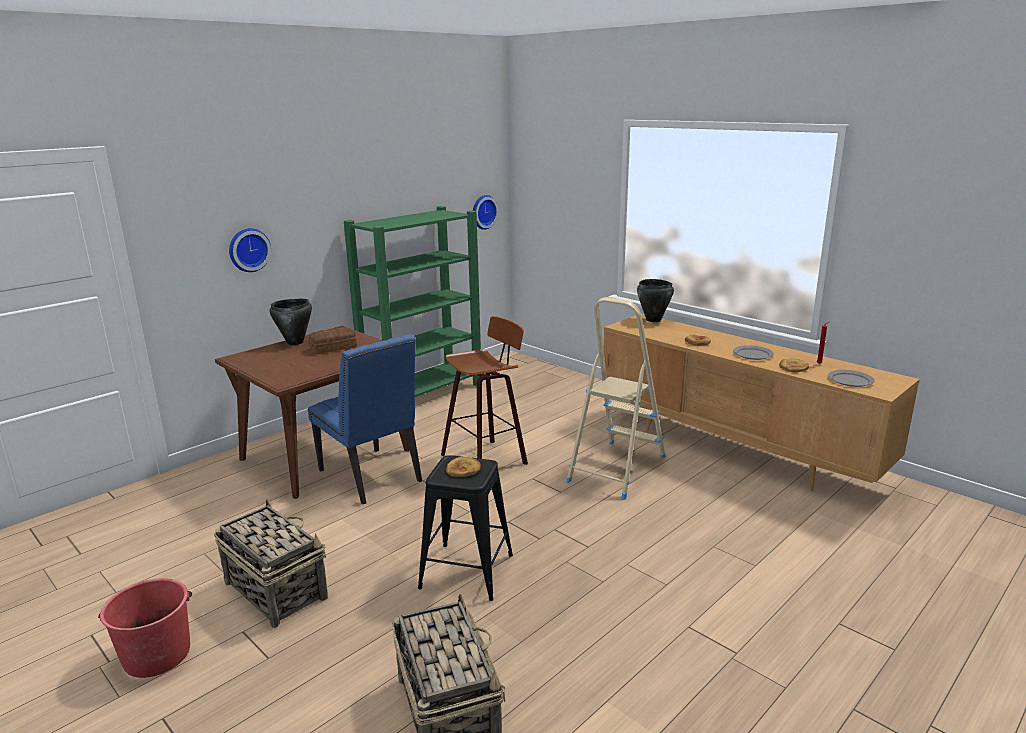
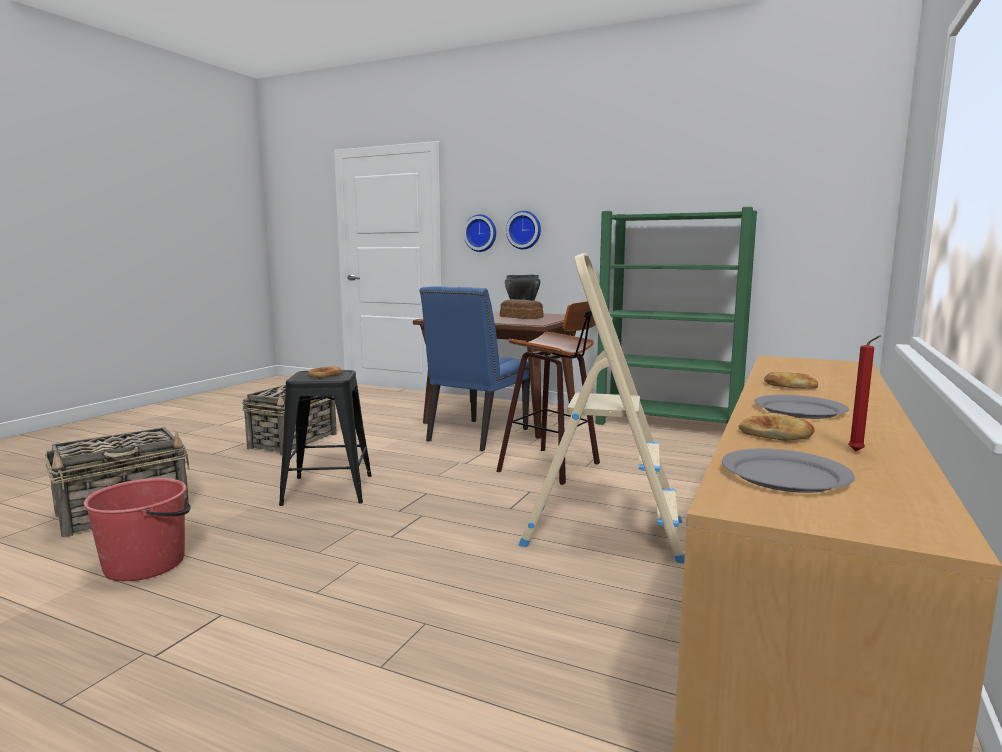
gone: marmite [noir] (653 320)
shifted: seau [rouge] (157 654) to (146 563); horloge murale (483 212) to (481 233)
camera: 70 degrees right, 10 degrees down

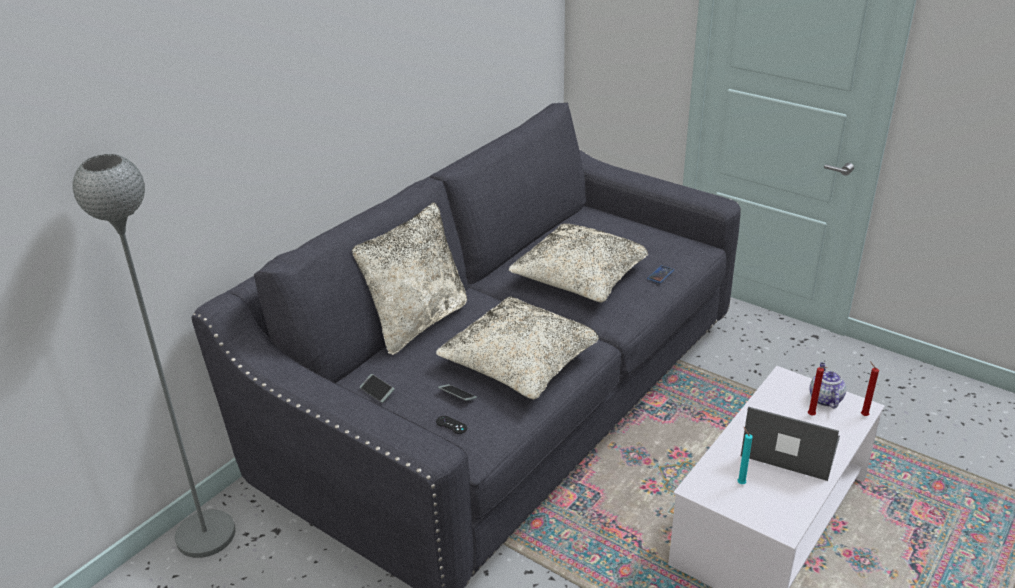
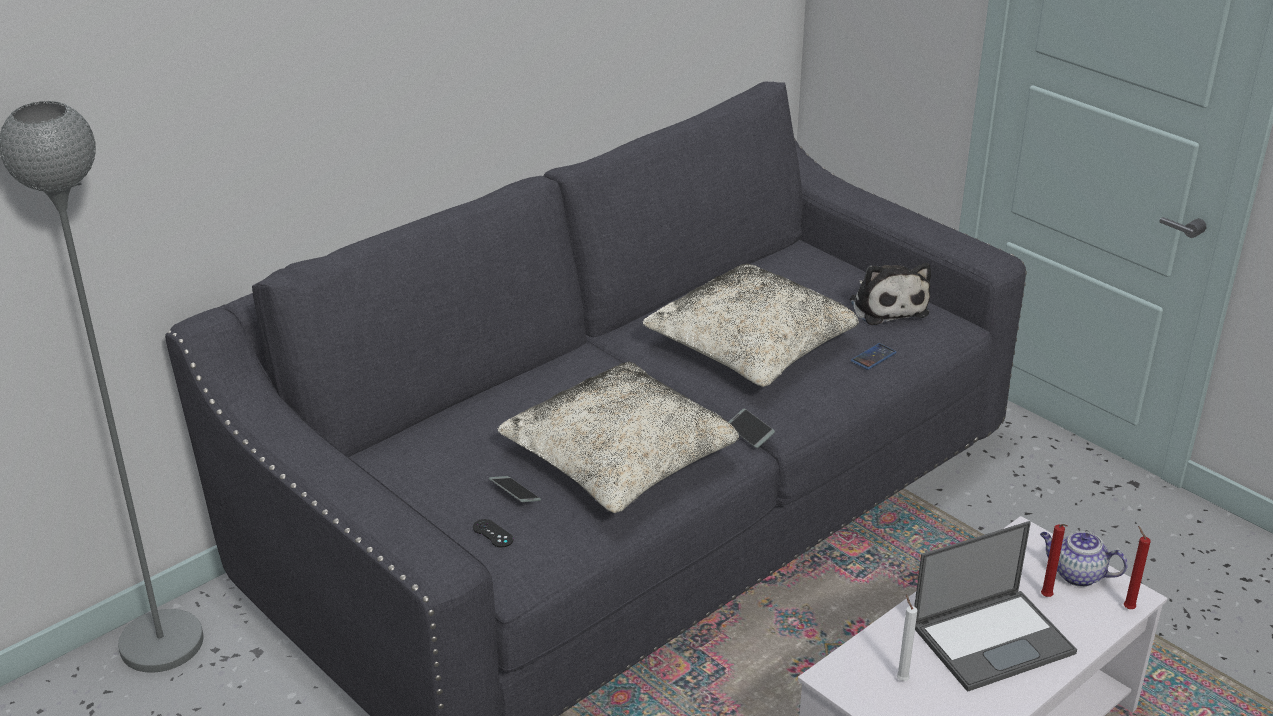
gone: coussin [beige] (419 324)
new: peluche (887 306)
shifted: téléphone (377 391) to (750 433)
repainted: bougie [turquoise] (740 483) to bougie [blanc] (901 678)
rotated: ordinateur portable (788 447) = (993 638) 120 degrees clockwise; théière (824 398) = (1076 575) 75 degrees counterclockwise
camera: 10 degrees right, 0 degrees up

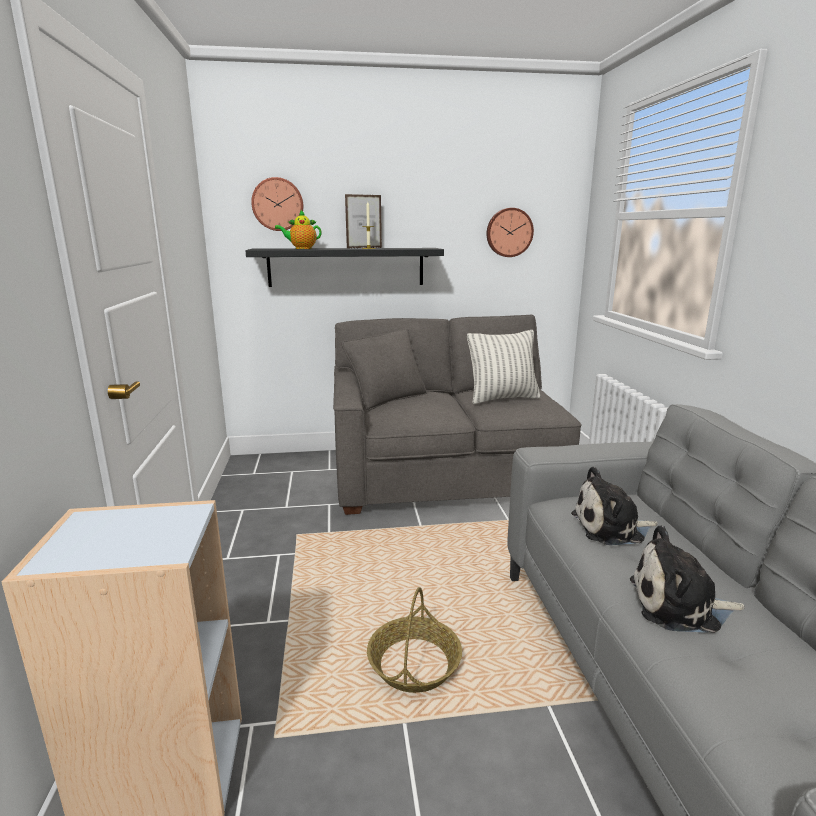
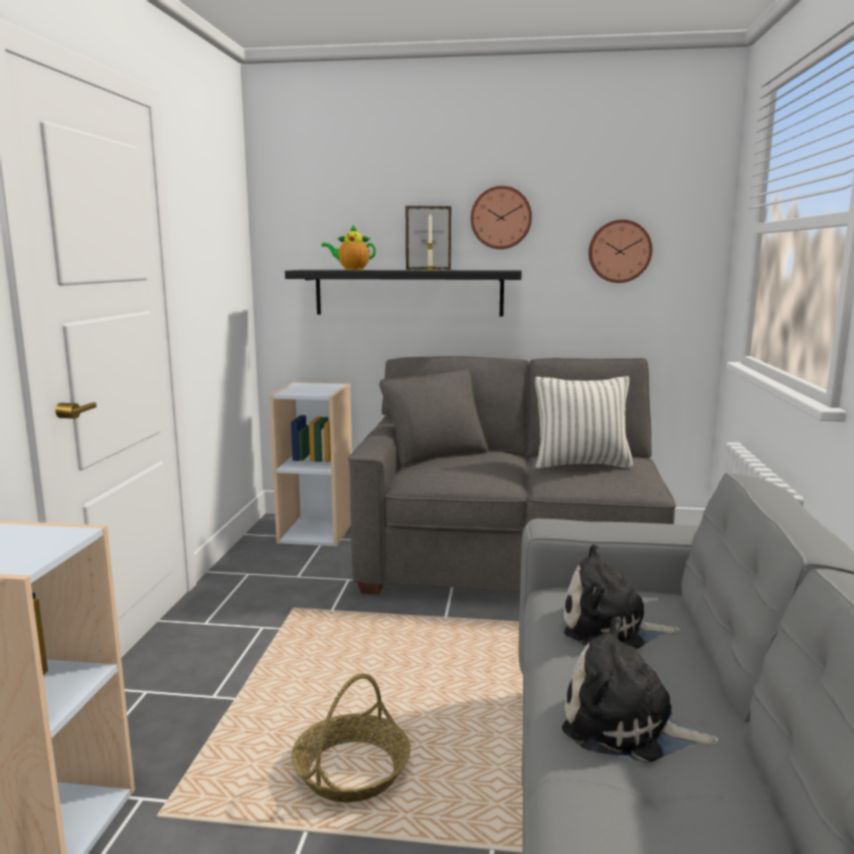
new: bibliothèque (317 531)
shifted: horloge murale (278 204) to (501 218)
camera: 15 degrees right, 5 degrees down

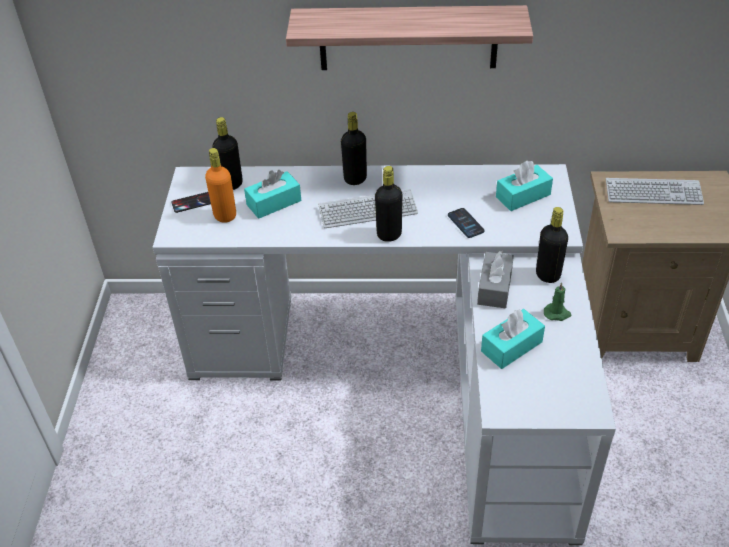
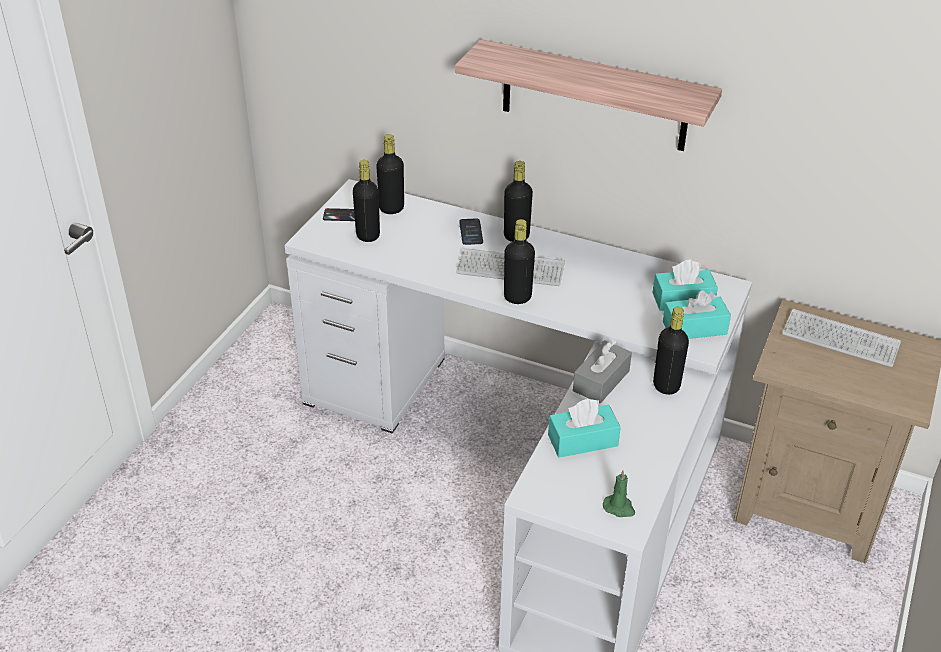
shifted: téléphone (465 223) to (471 232); bougie [vert] (557 313) to (619 508); boîte à mouchoirs [turquoise] (274 203) to (694 328)
repainted: bouteille [orange] (225 216) to bouteille [noir] (368 235)
camera: 20 degrees right, 5 degrees down

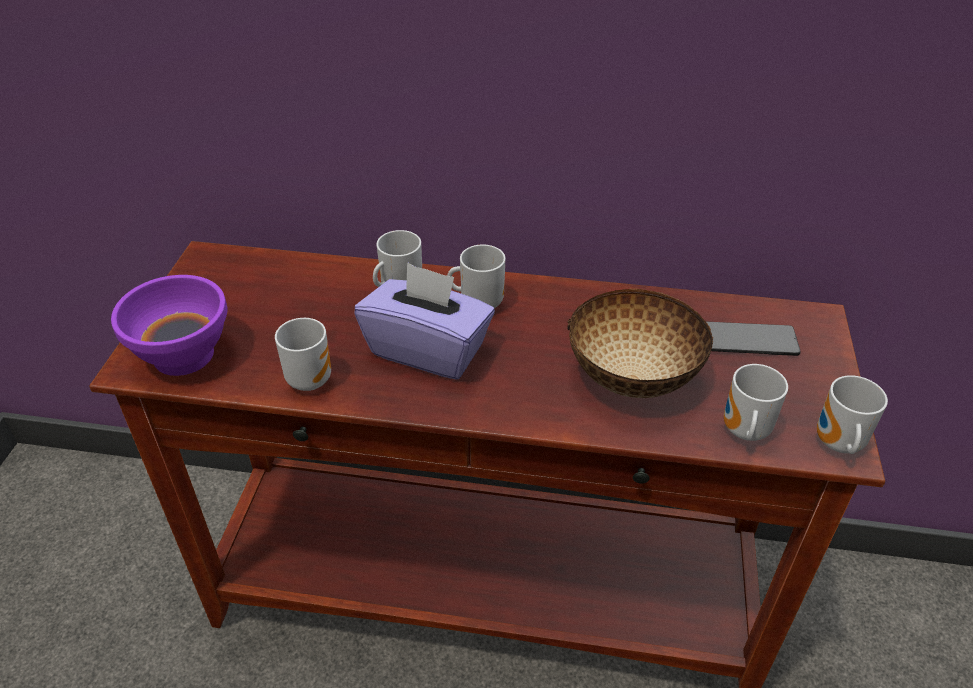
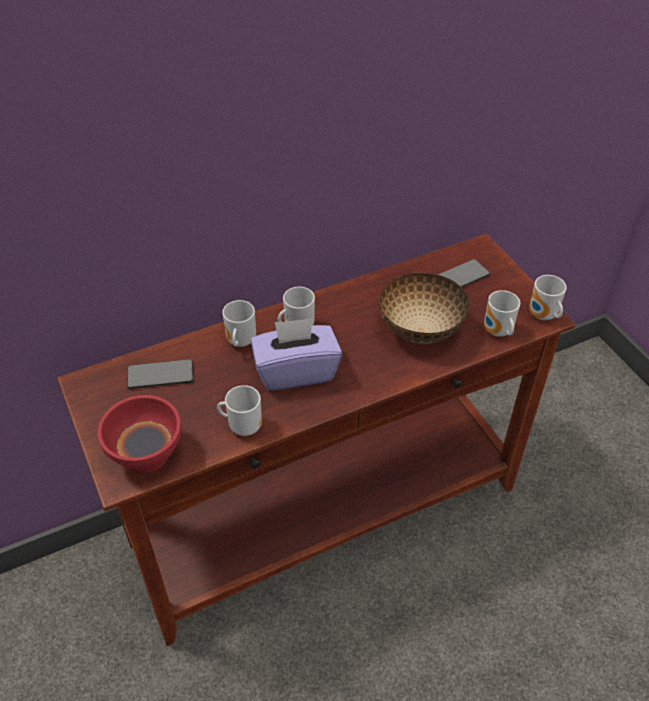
new: téléphone (160 375)
repainted: bol [violet] (182 355) to bol [rouge] (145 455)
camera: 35 degrees left, 5 degrees up

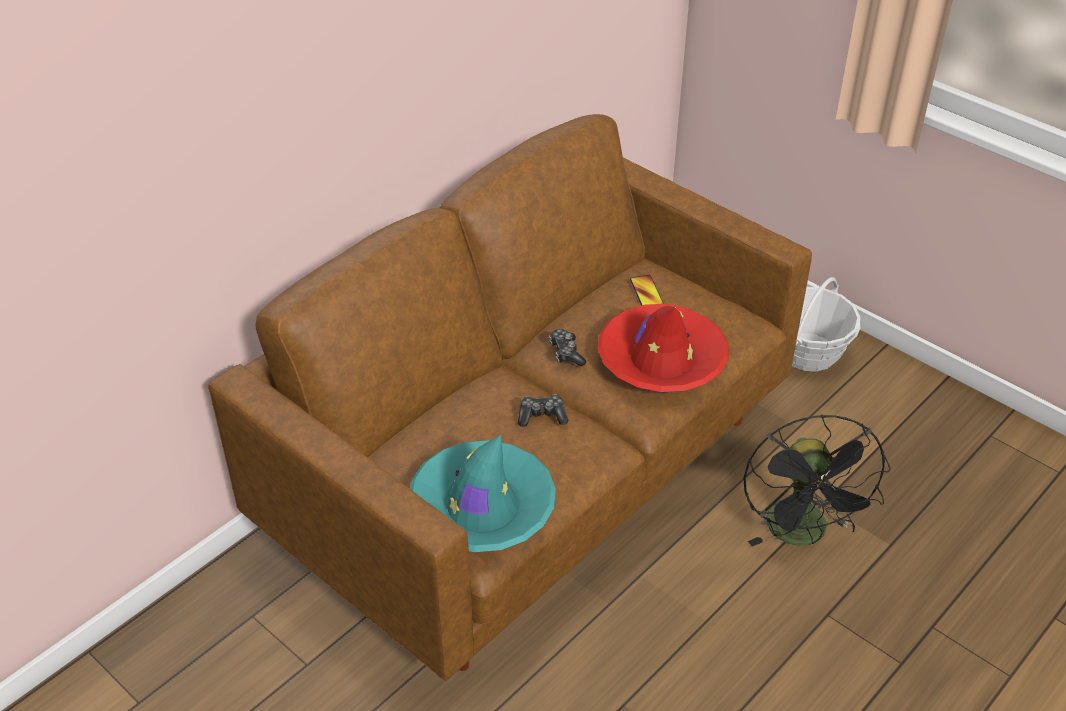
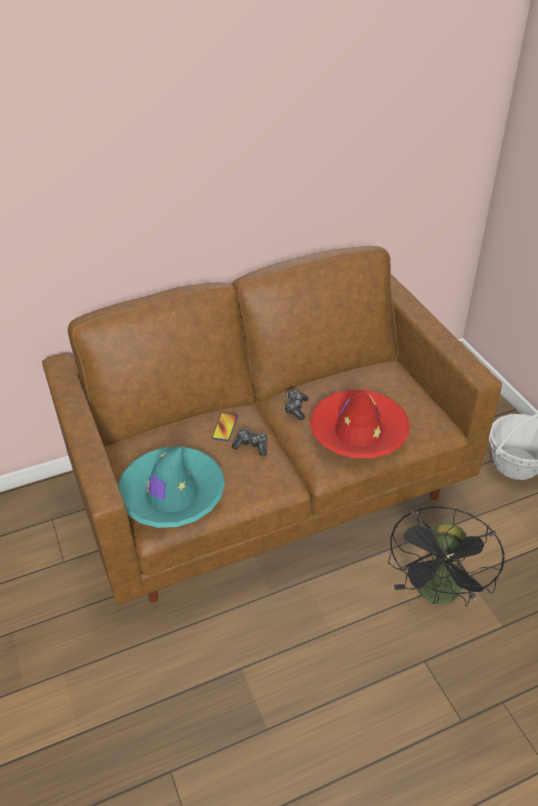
shifted: téléphone (646 292) to (225 427)
camera: 25 degrees right, 0 degrees up

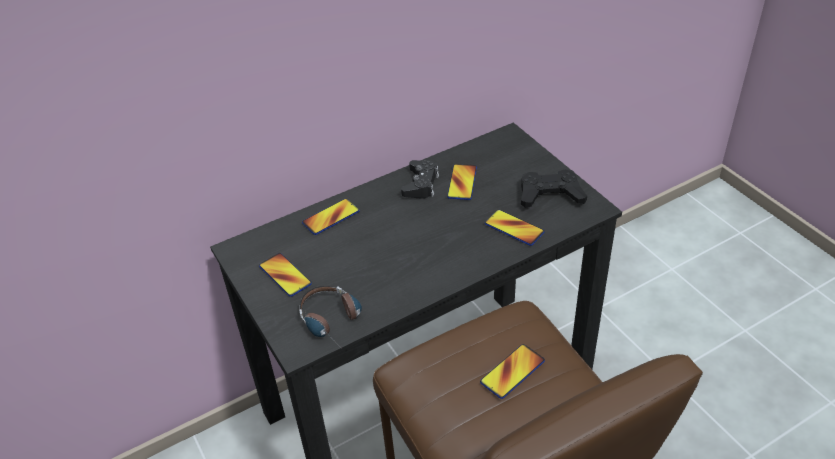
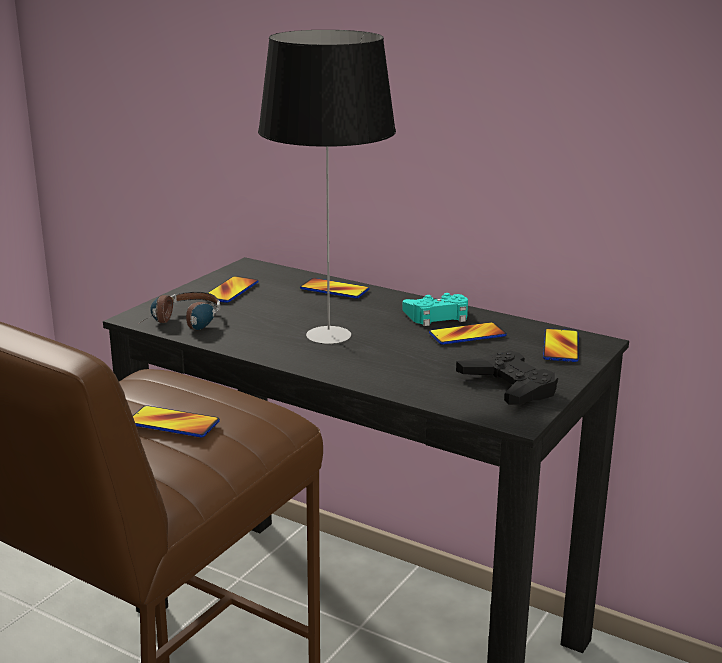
new: lampe de table (329 334)
shifted: téléphone (514 228) to (561 347)
repainted: manette [noir] (421 184) to manette [turquoise] (438 316)
camera: 60 degrees right, 20 degrees down

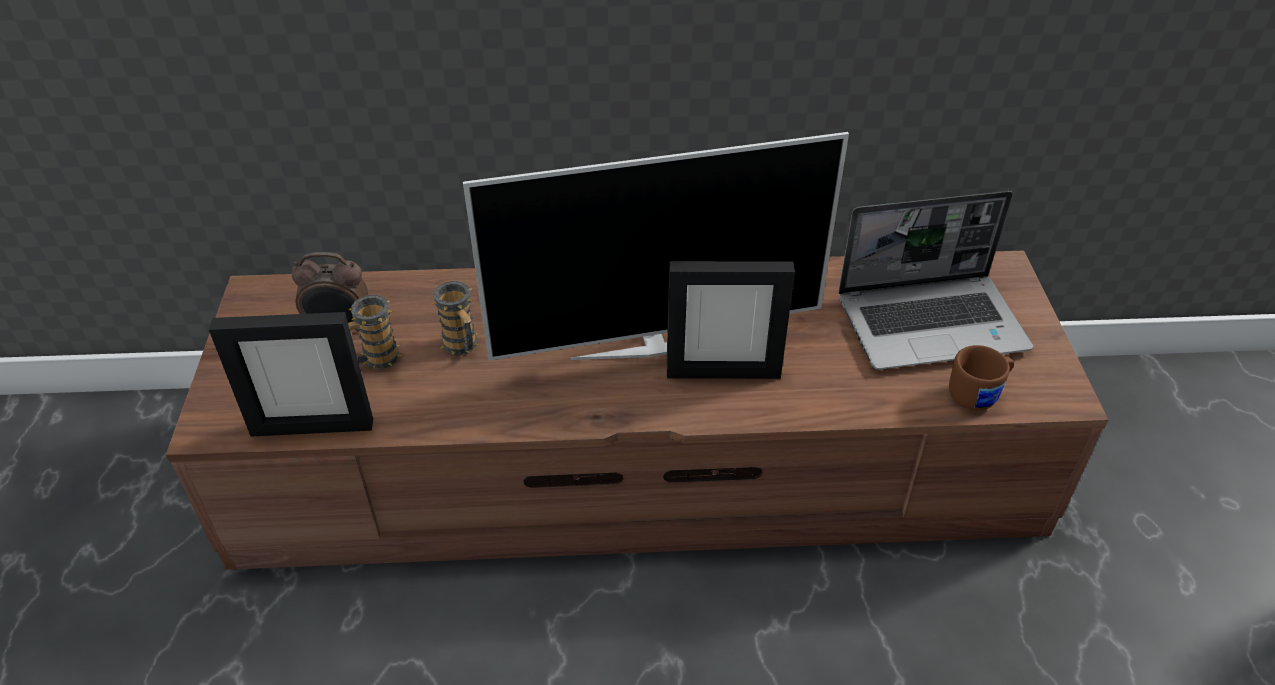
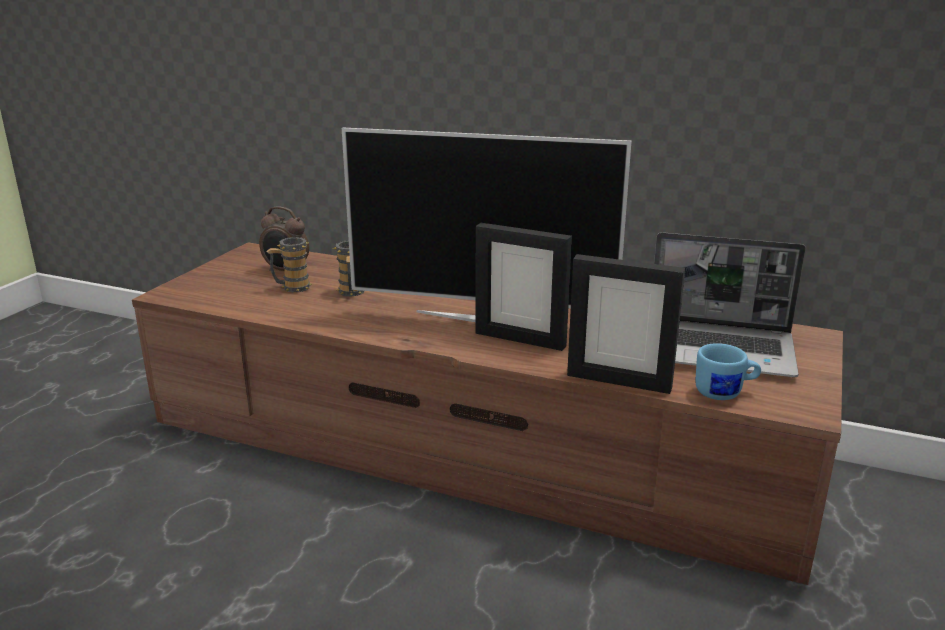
shifted: cadre photo (312 425) to (619 380)
repainted: mug [marron] (979 394) to mug [bleu] (725 393)
camera: 25 degrees right, 20 degrees down

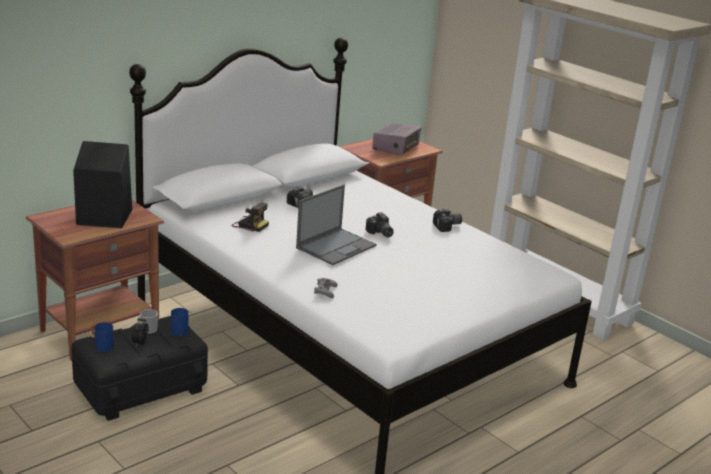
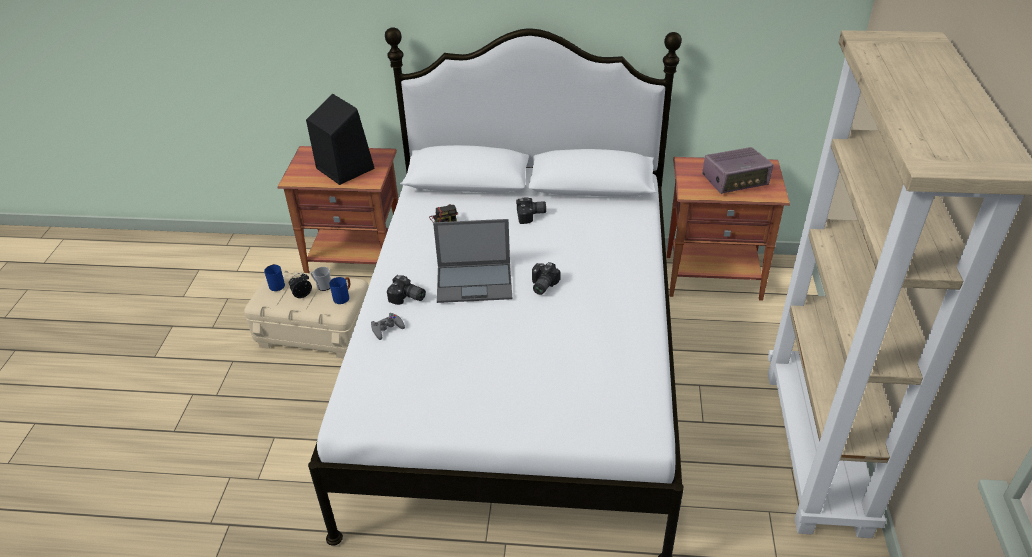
shifted: appareil photo (448 226) to (407 298)
repainted: boîte de rangement [noir] (140 387) to boîte de rangement [beige] (315 329)
camera: 50 degrees right, 15 degrees up

